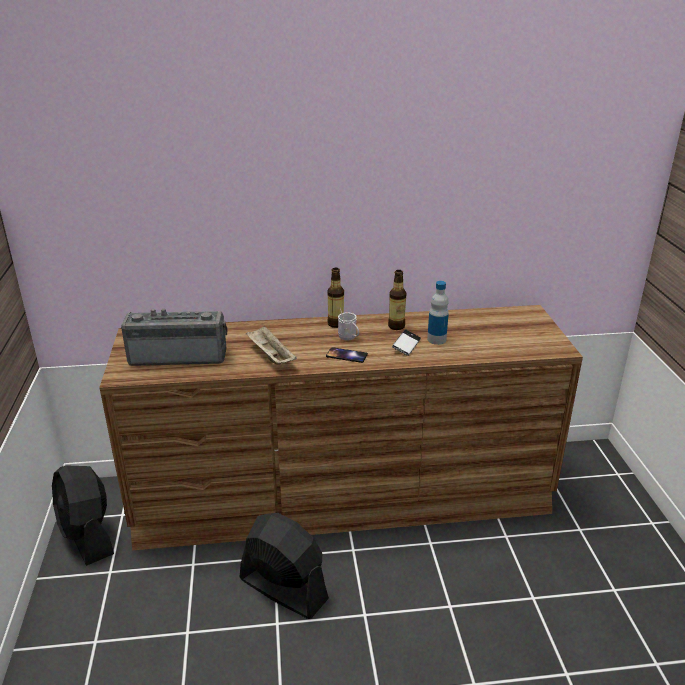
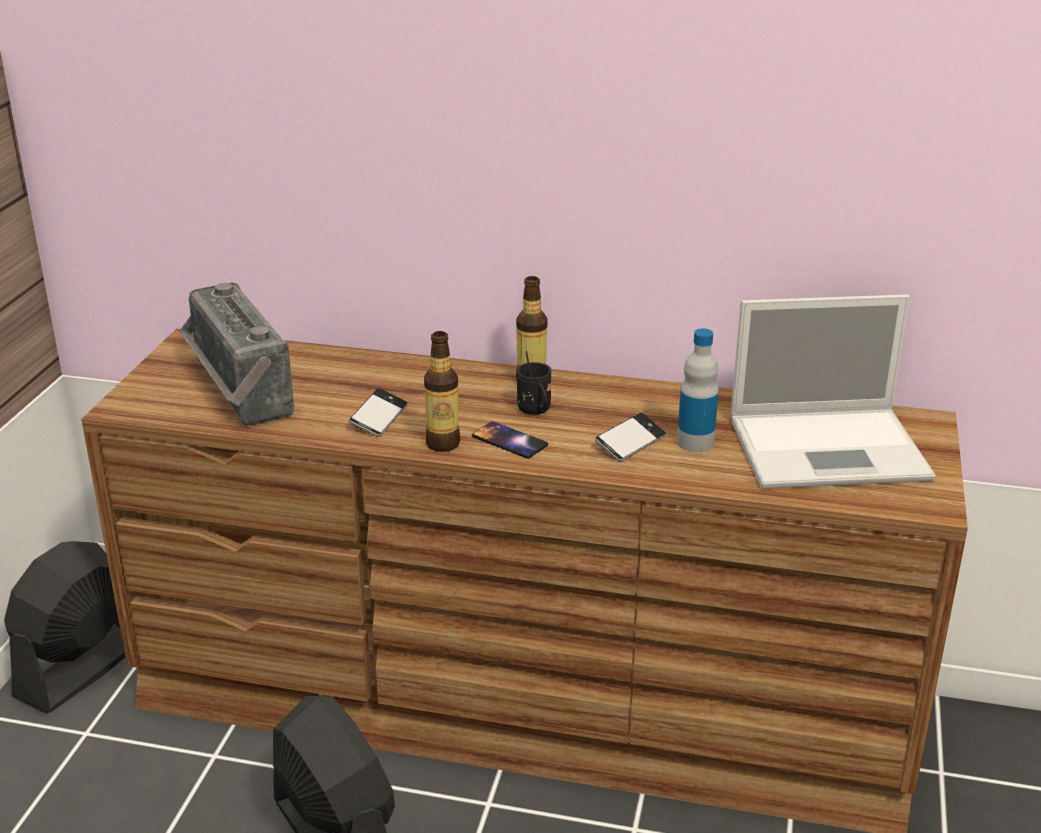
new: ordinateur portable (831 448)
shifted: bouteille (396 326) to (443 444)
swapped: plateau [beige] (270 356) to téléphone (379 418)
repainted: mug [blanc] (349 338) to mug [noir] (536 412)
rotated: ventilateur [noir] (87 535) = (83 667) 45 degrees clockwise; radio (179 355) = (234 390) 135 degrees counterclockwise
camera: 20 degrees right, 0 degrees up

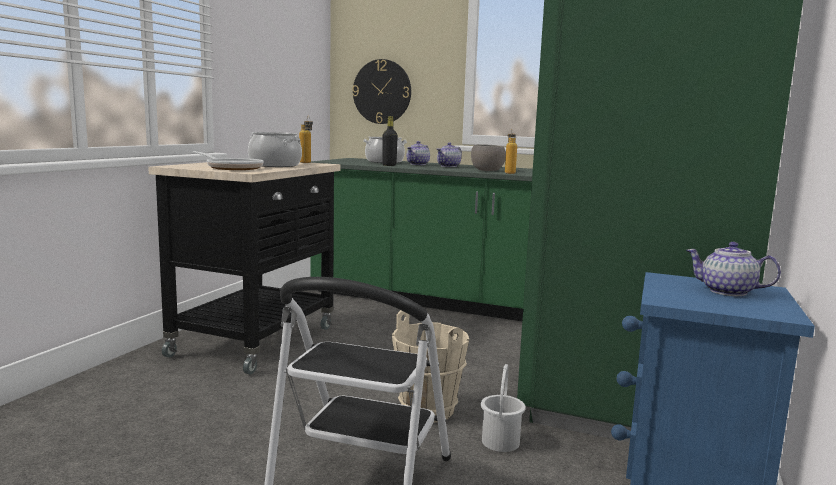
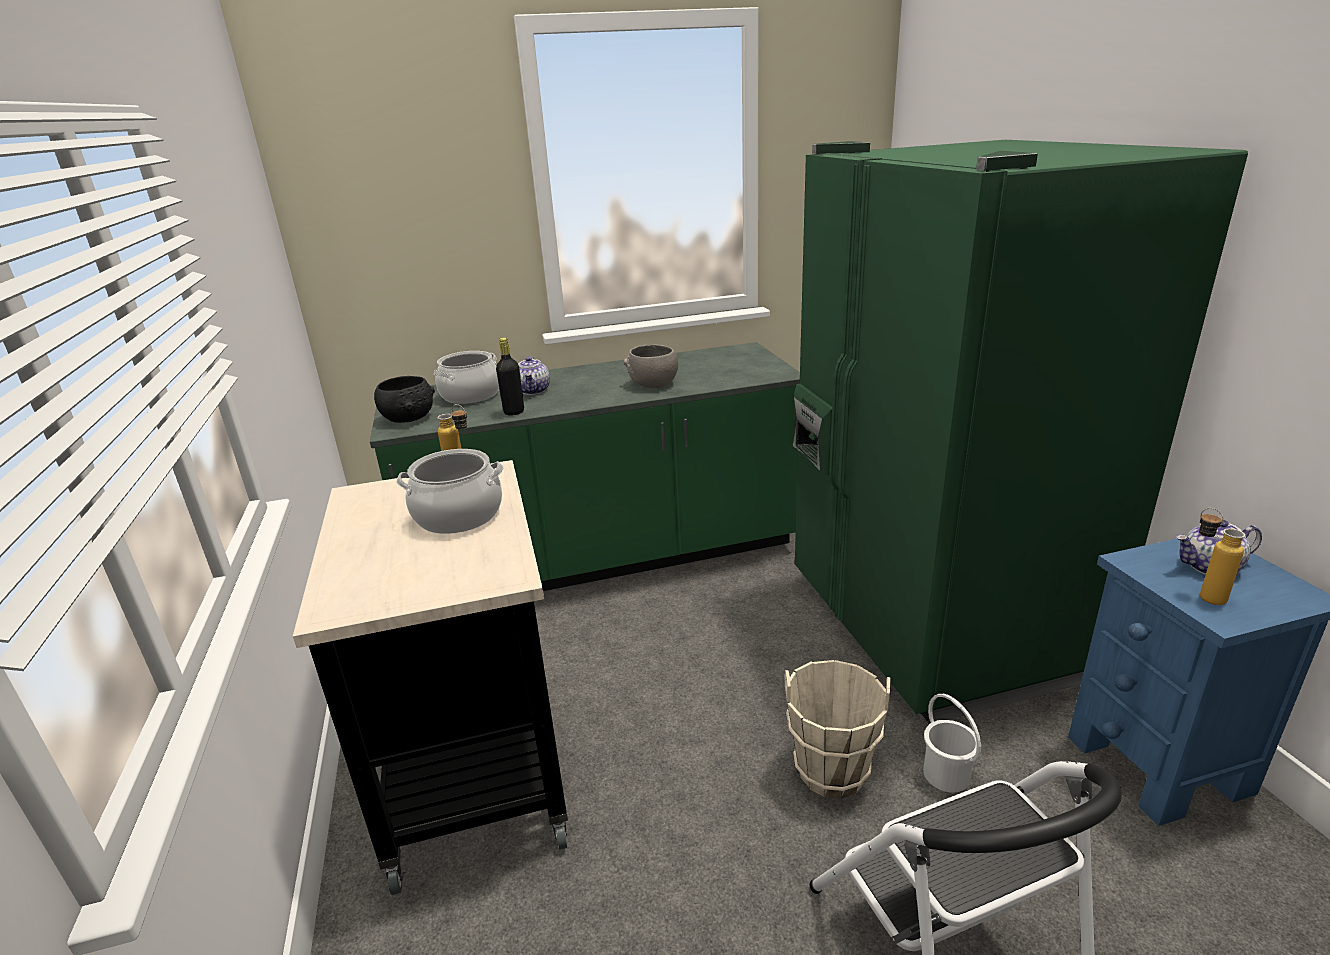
gone: poêle (232 168); horloge murale (382 91); théière (448 166)
new: bol [noir] (409 418)
shifted: bouteille (509 173) to (1202 594)
camera: 35 degrees left, 15 degrees up

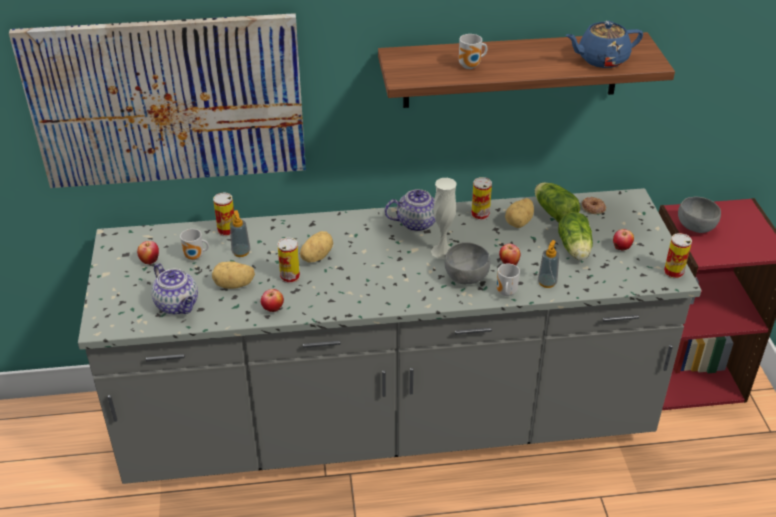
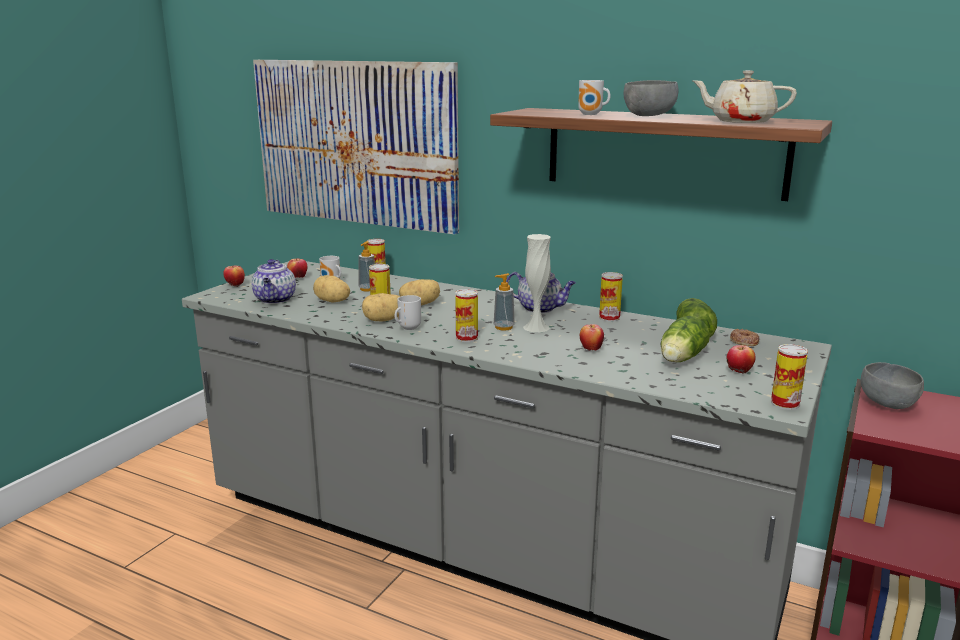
new: boîte métallique (466 338)
shifted: pomme (273 310) to (235 286); pomme de terre (519 222) to (384 320); mug (505 293) to (407 328); distributeur de savon (547 283) to (503 327); bol [gris] (466 277) to (649 116)
repainted: théière [bleu] (601 59) to théière [beige] (740 121)
camera: 35 degrees right, 20 degrees down

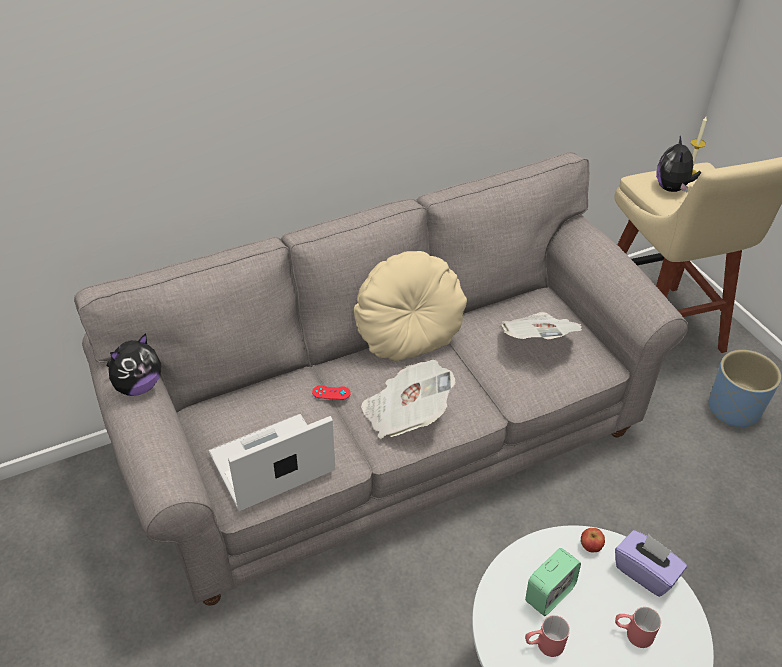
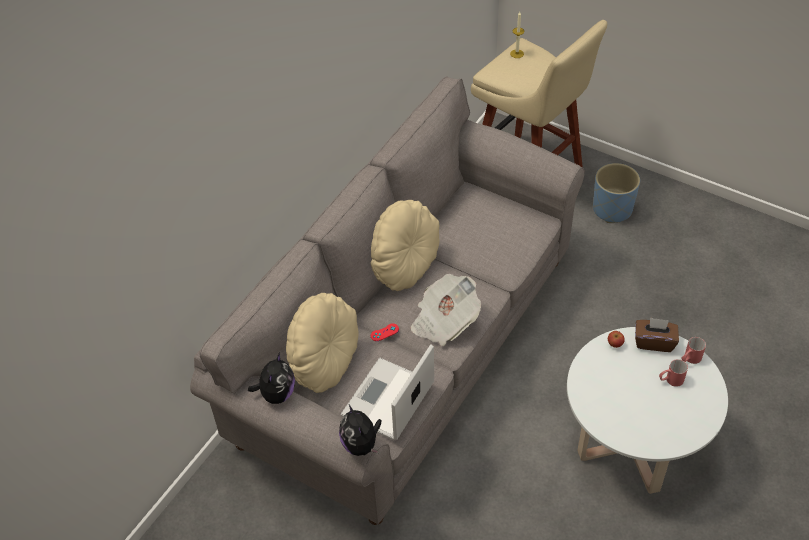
gone: journal (537 341); réveil (549 594)
new: coussin [beige] (326 366)
shifted: peluche (672 188) to (361 445); mug [rouge] (543 645) to (690 359)
repainted: boîte à mouchoirs [violet] (645 572) to boîte à mouchoirs [marron] (654 342)
camera: 30 degrees left, 5 degrees up

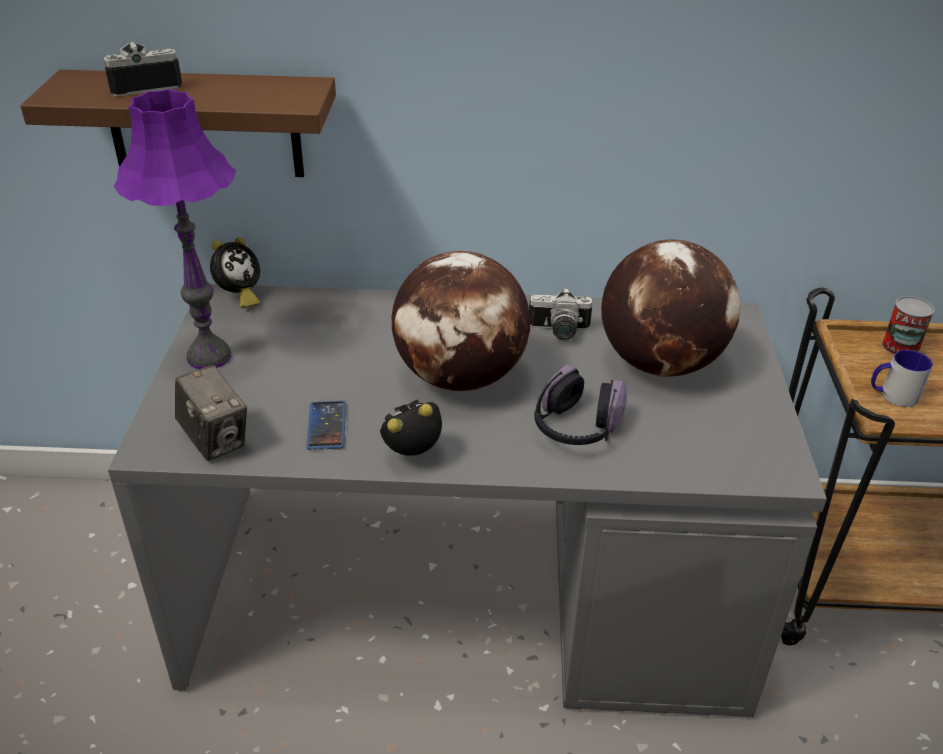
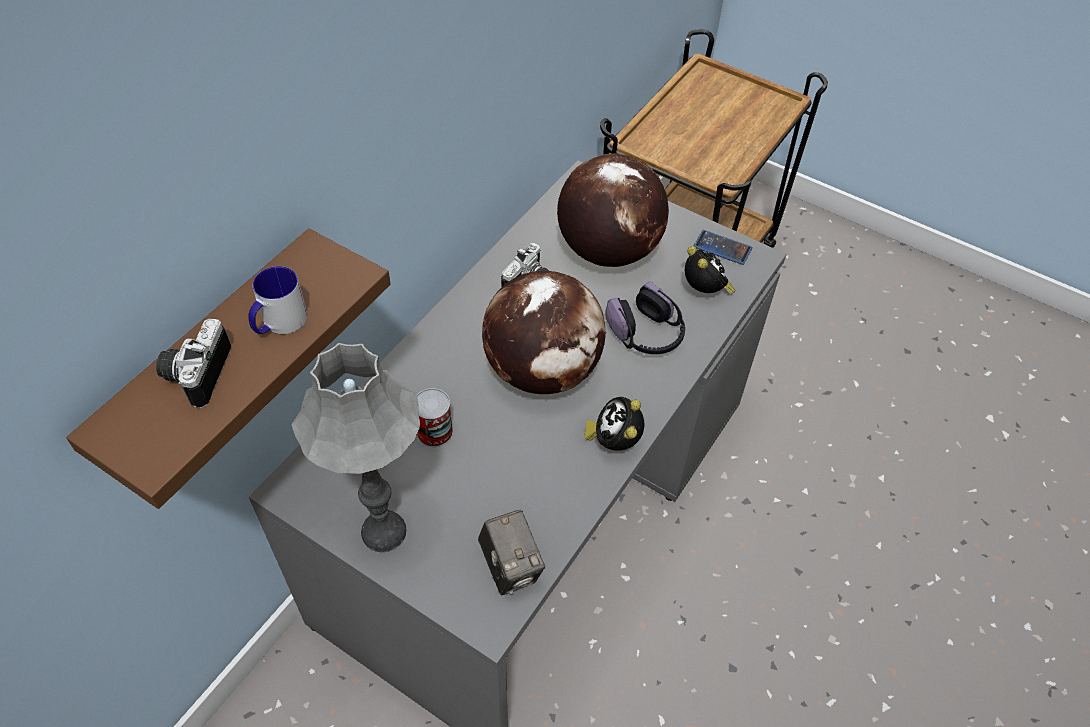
shifted: mug (892 395) to (279 323); boîte métallique (900 347) to (434 432); réveil (239 297) to (705 292); téléphone (327 426) to (722 248)
repainted: lampe de table [violet] (209 357) to lampe de table [gris] (384 532)
rotated: appareil photo (215 440) = (511 567) 75 degrees clockwise
camera: 60 degrees left, 15 degrees up

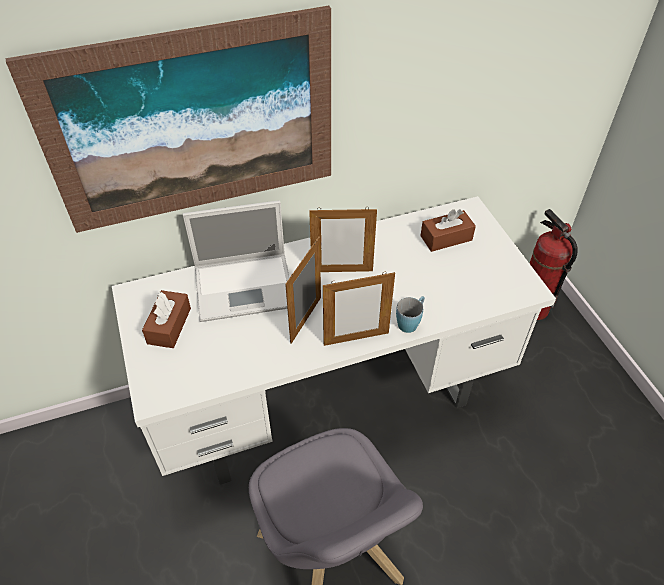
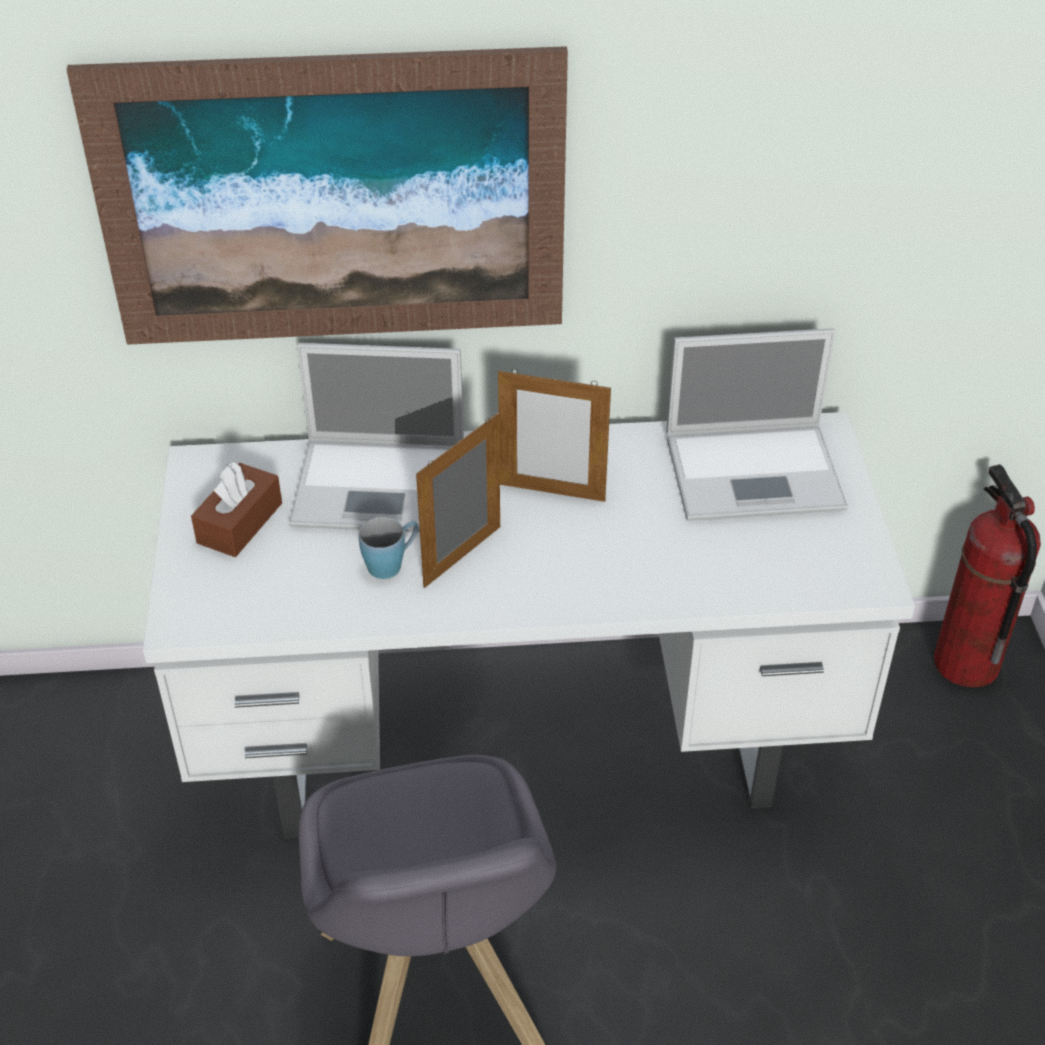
gone: cadre photo (356 339)
shifted: mug [bleu] (410 322) to (392 563)
swapped: boîte à mouchoirs [marron] (446 238) to ordinateur portable (757 471)
camera: 15 degrees right, 5 degrees down

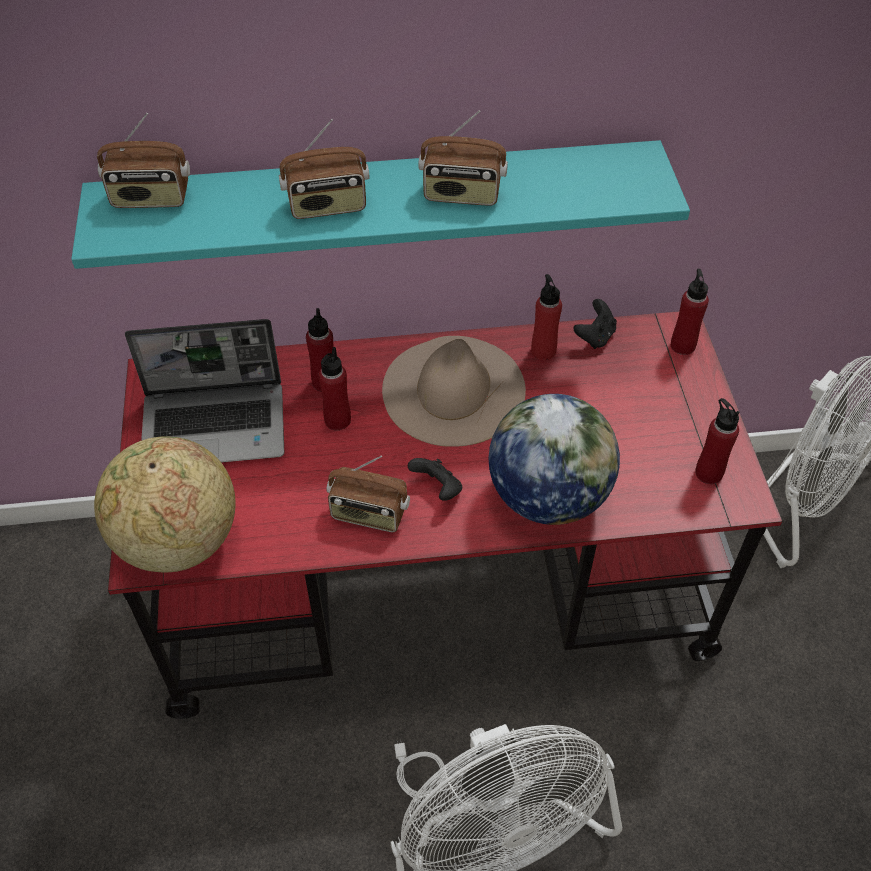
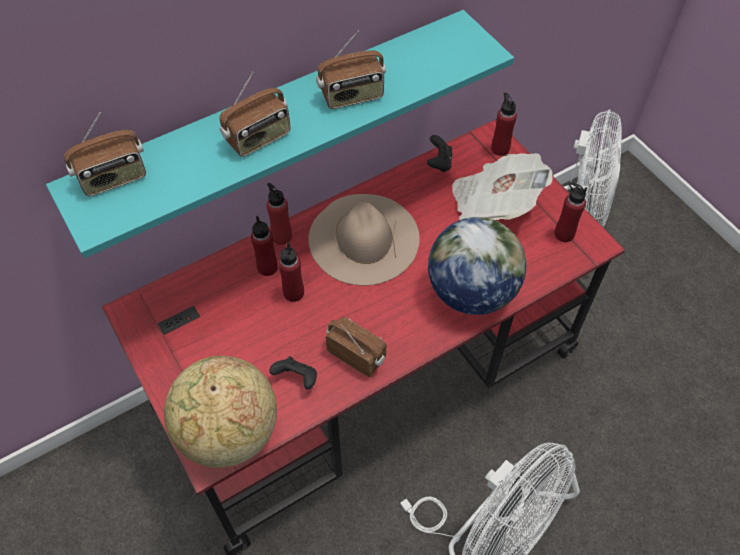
gone: ordinateur portable (216 425)
new: journal (494 203)
shifted: bouteille [rouge] (543 351) to (282 236); manette [noir] (437 489) to (297 378)
rotated: radio (368 514) = (356 355) 135 degrees counterclockwise
camera: 25 degrees left, 5 degrees up

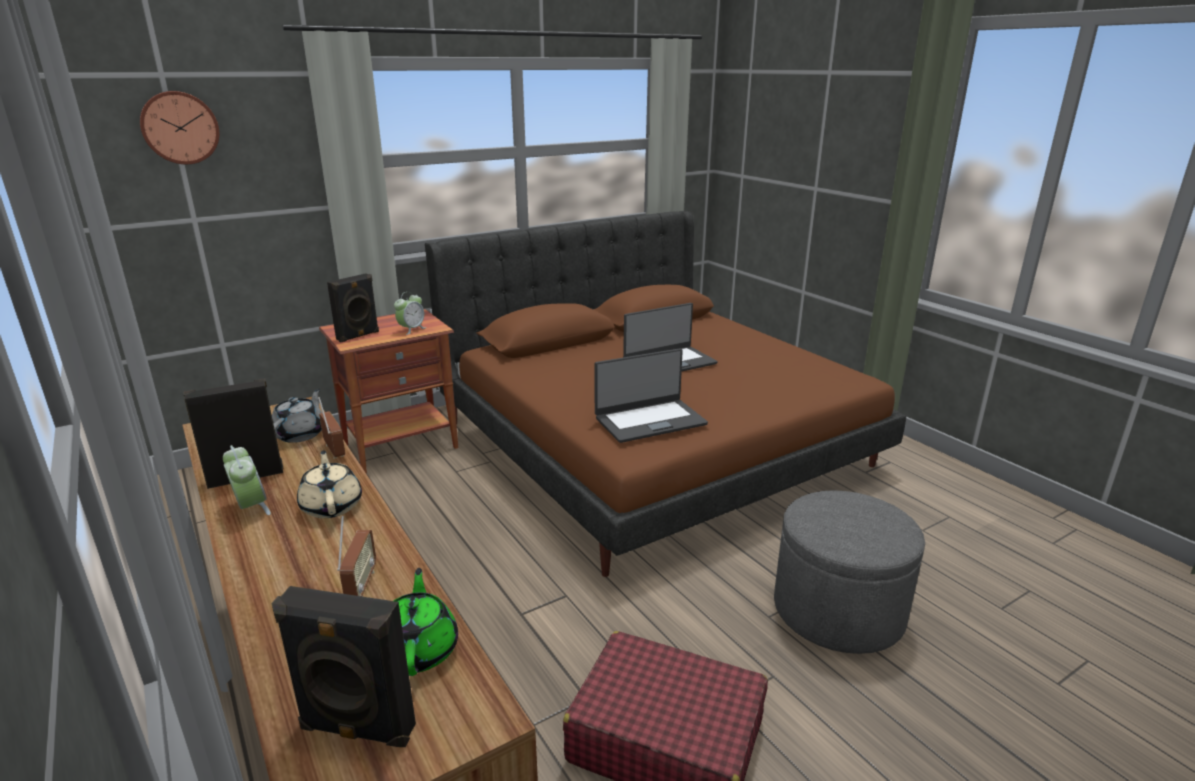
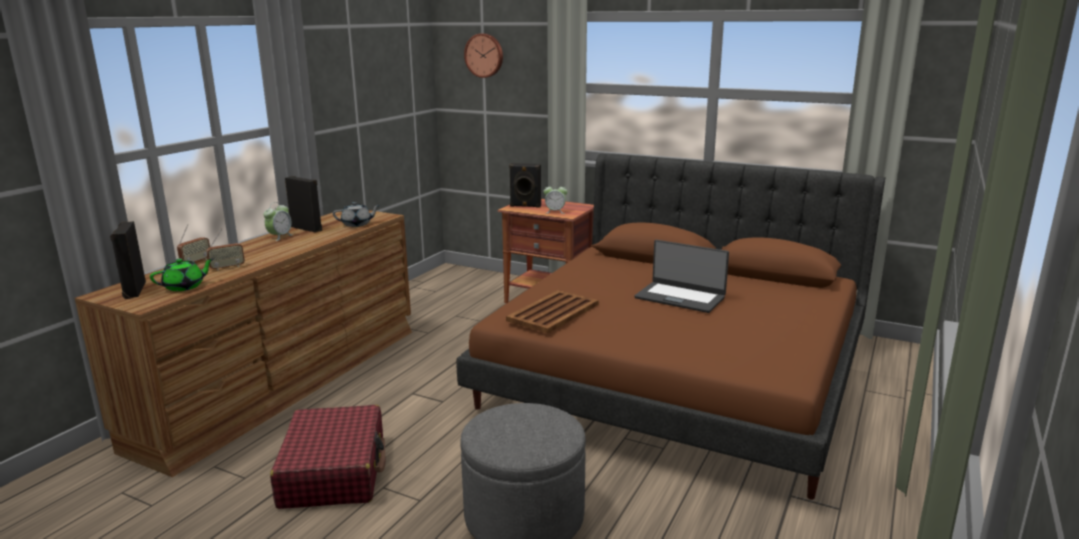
gone: théière [beige] (332 505)
shifted: radio (334 451) to (196 262)
swapped: ordinateur portable (649 420) to plateau [marron] (554 312)
camera: 60 degrees right, 5 degrees down

